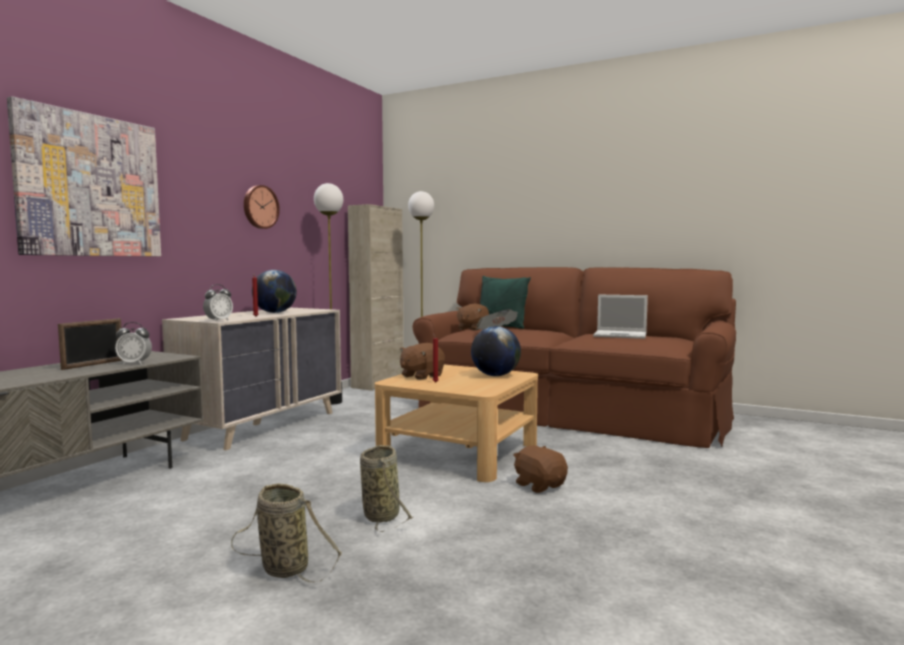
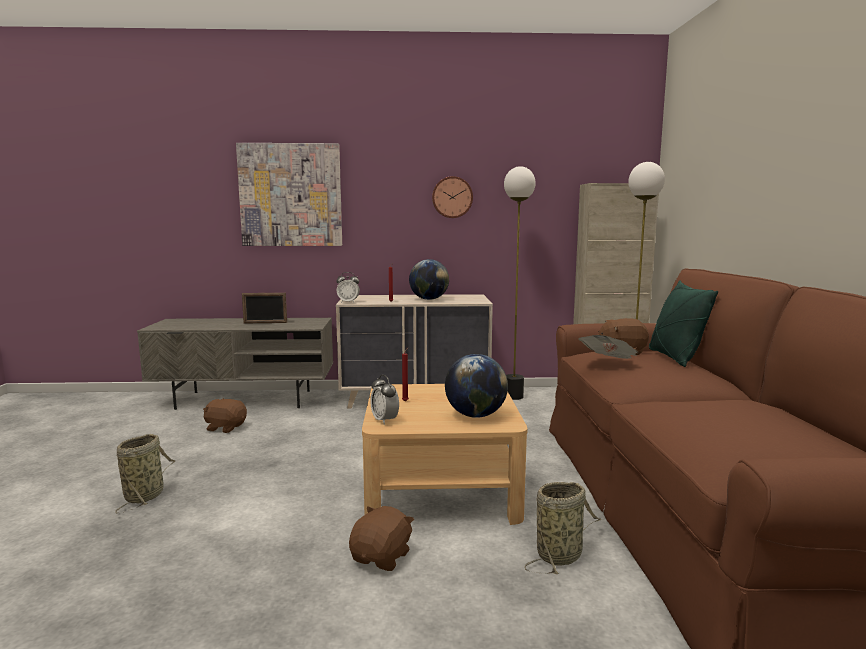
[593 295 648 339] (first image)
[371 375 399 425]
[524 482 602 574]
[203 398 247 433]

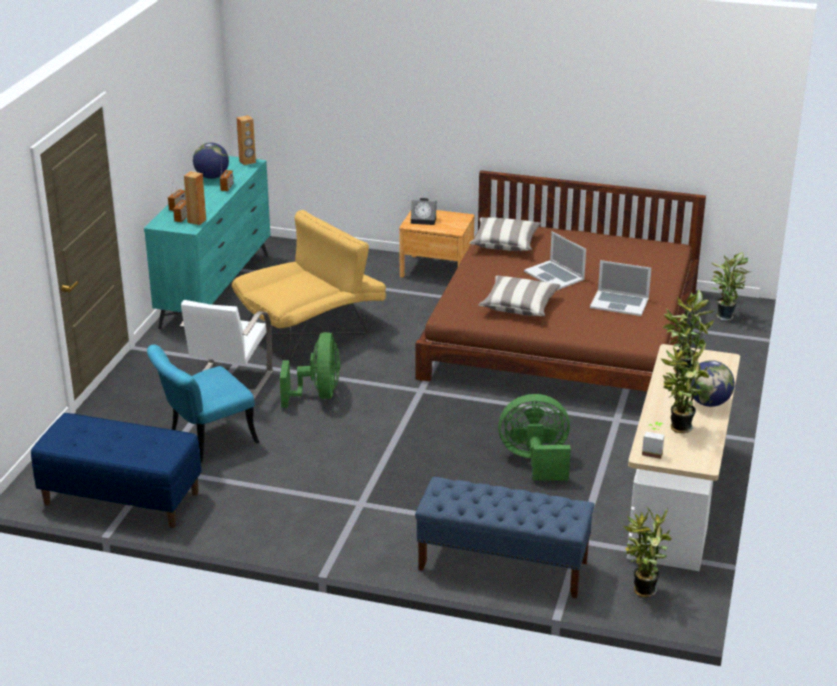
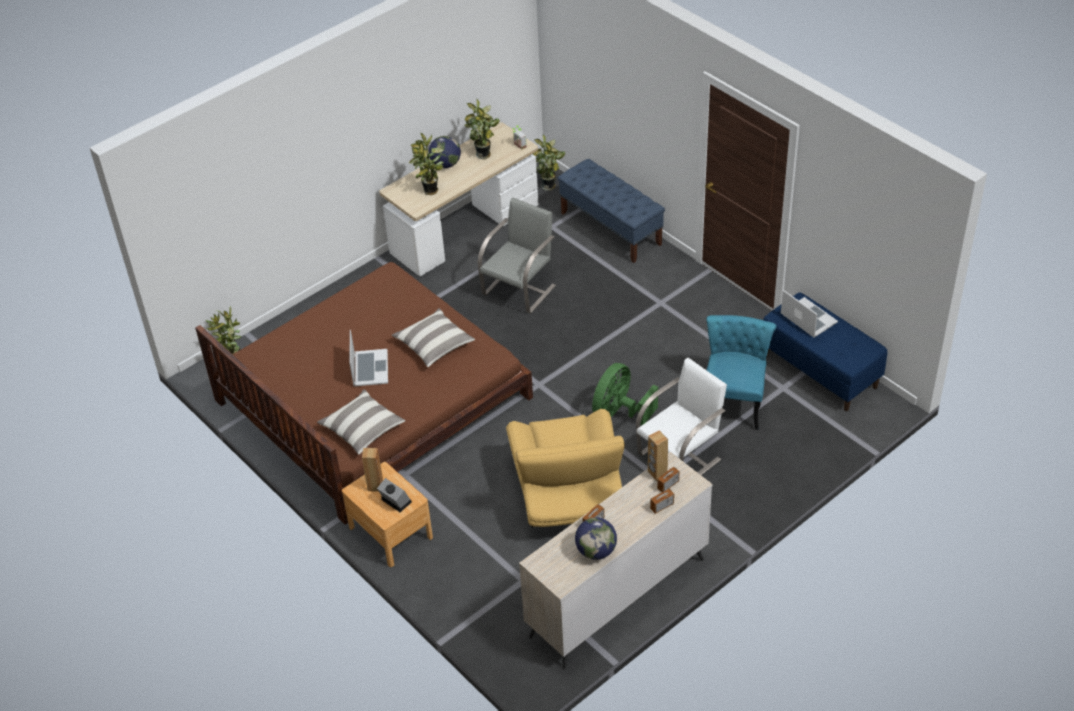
[362 448 383 492]
[781 290 838 338]
[478 198 556 314]
[519 452 713 669]
[707 315 776 430]
[506 409 625 528]

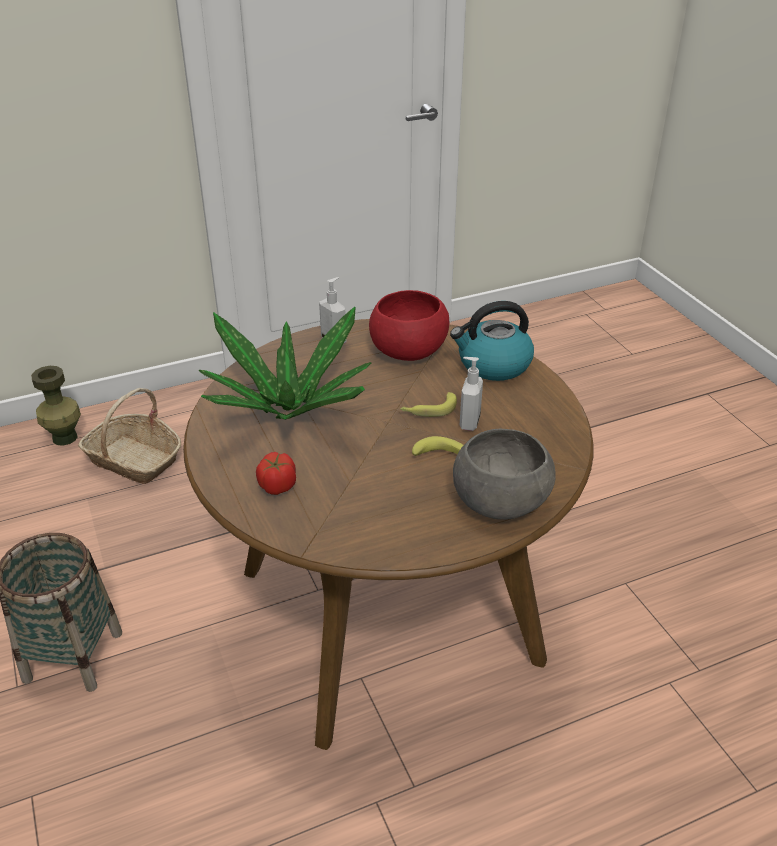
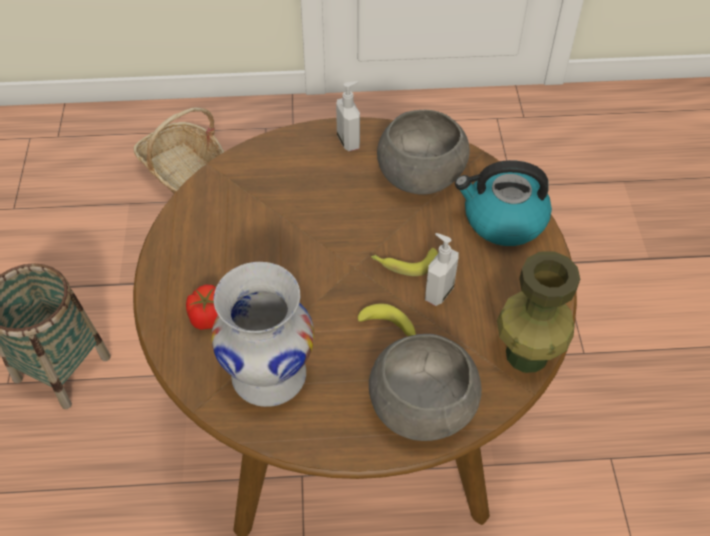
[198 307 371 420] (first image)
[211 262 314 407]
[497 251 580 373]
[377 110 470 195]

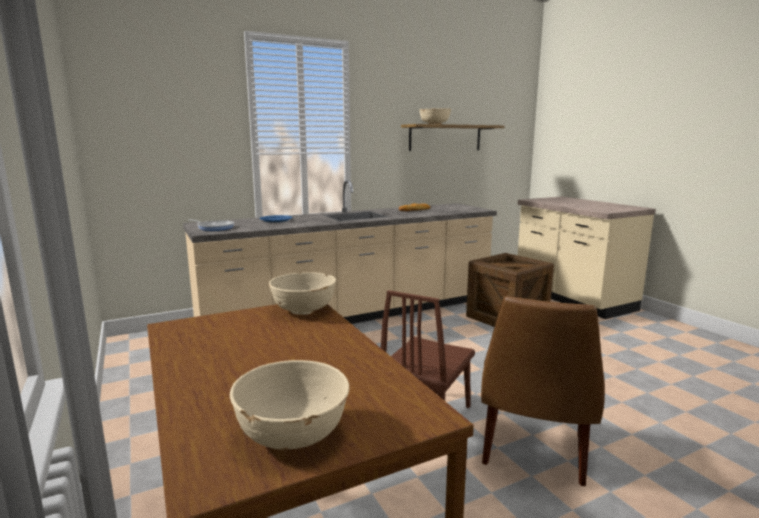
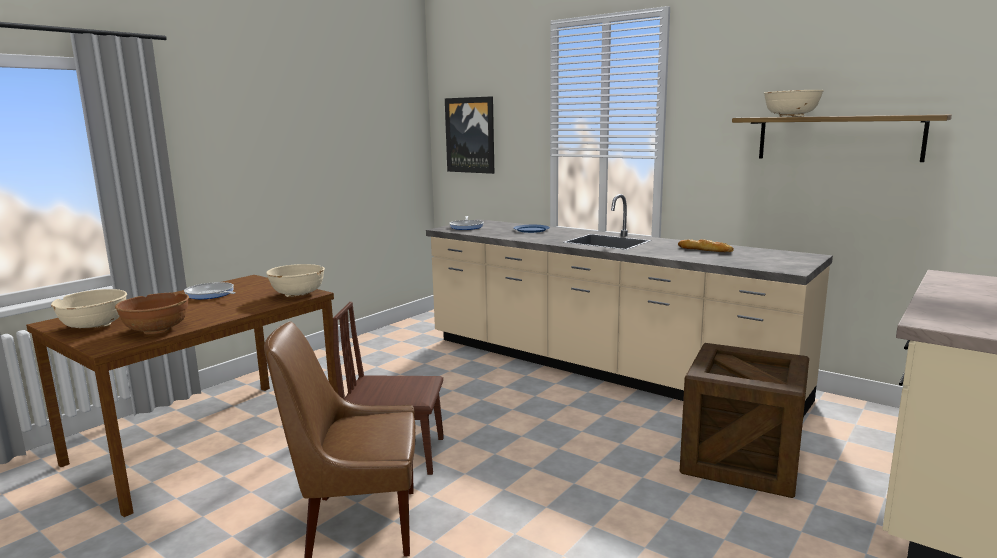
[115 293 189 334]
[184 282 236 299]
[445 96 494 174]

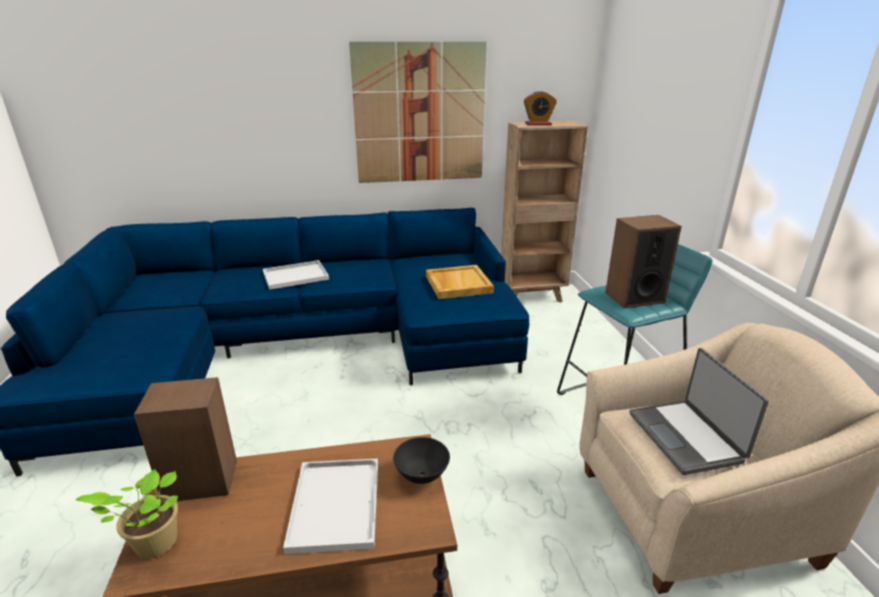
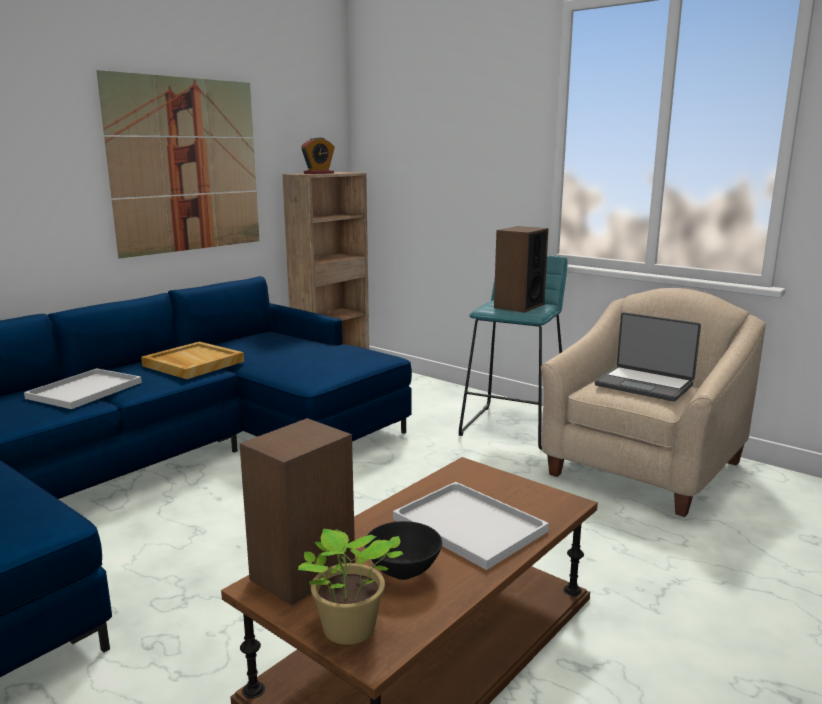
[365 521 442 580]
[141 342 244 379]

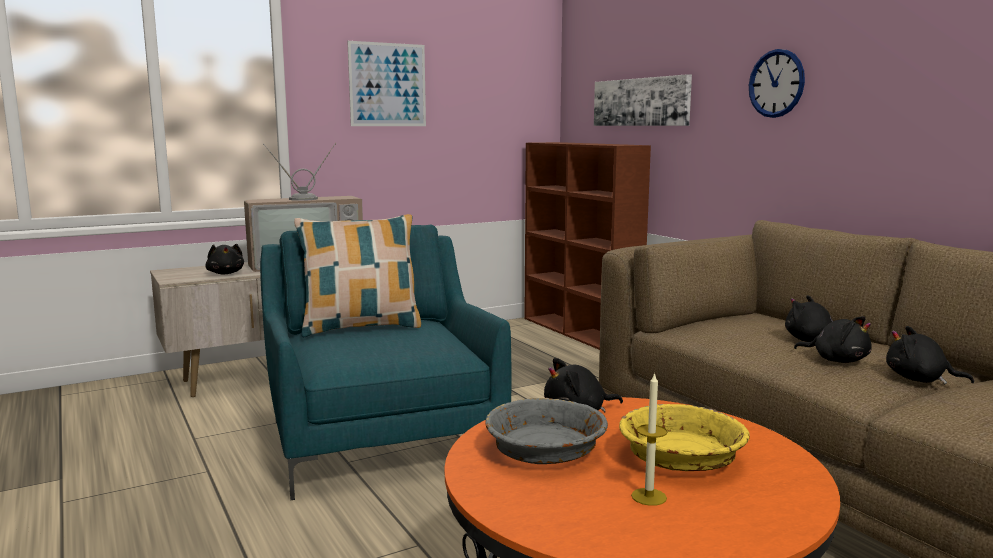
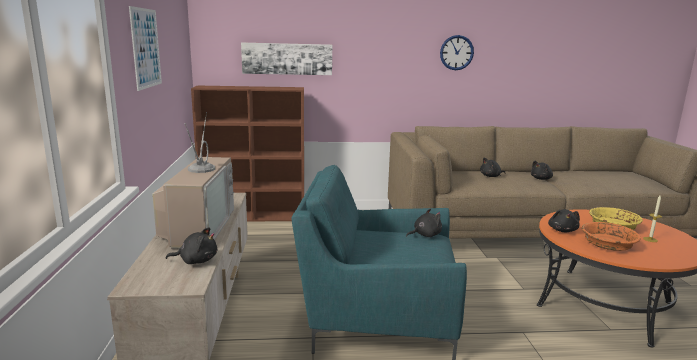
[294 214 421 337] (first image)
[440 35 474 70]
[406 209 442 237]
[582 222 641 251]

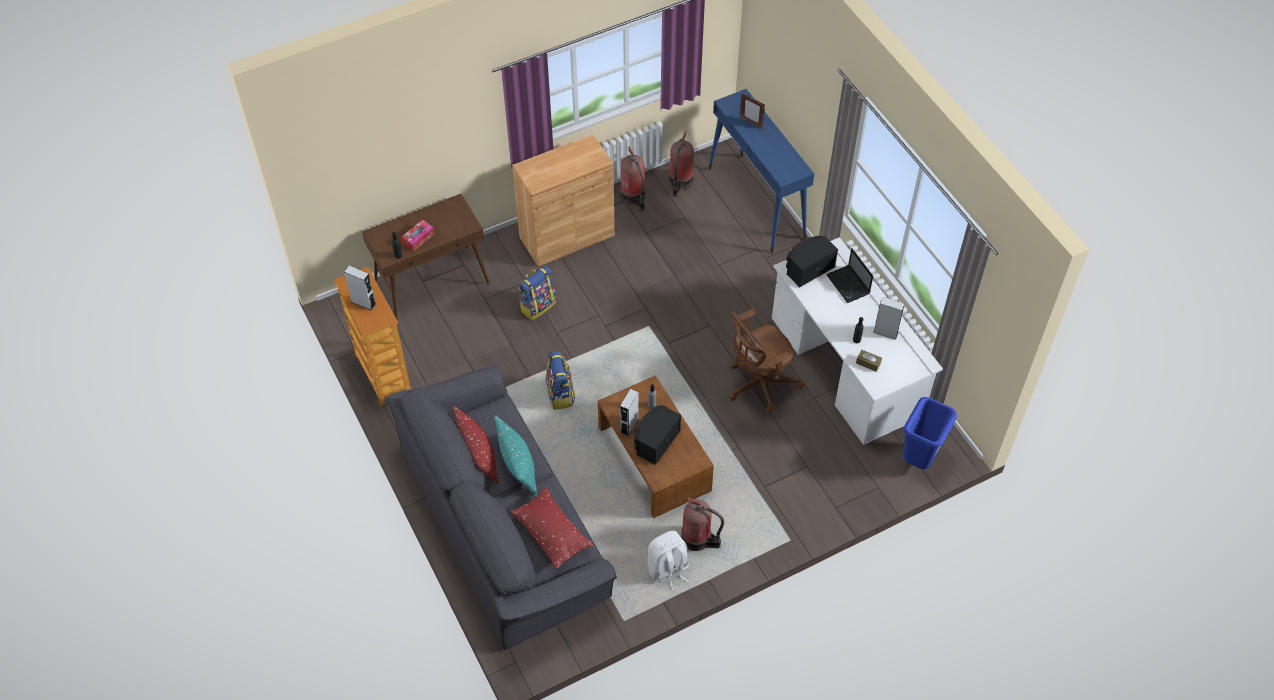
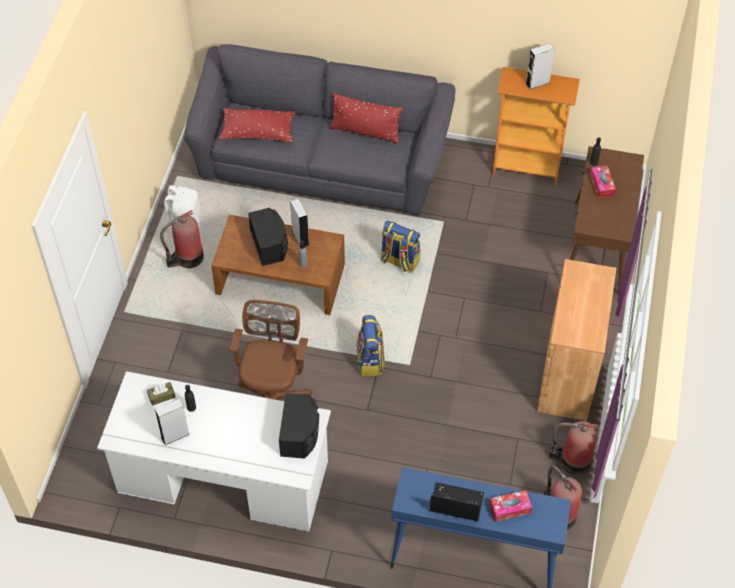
[494 415 537 496] (first image)
[903 397 957 469] (first image)
[356 315 385 376]
[430 482 484 521]
[489 490 532 521]

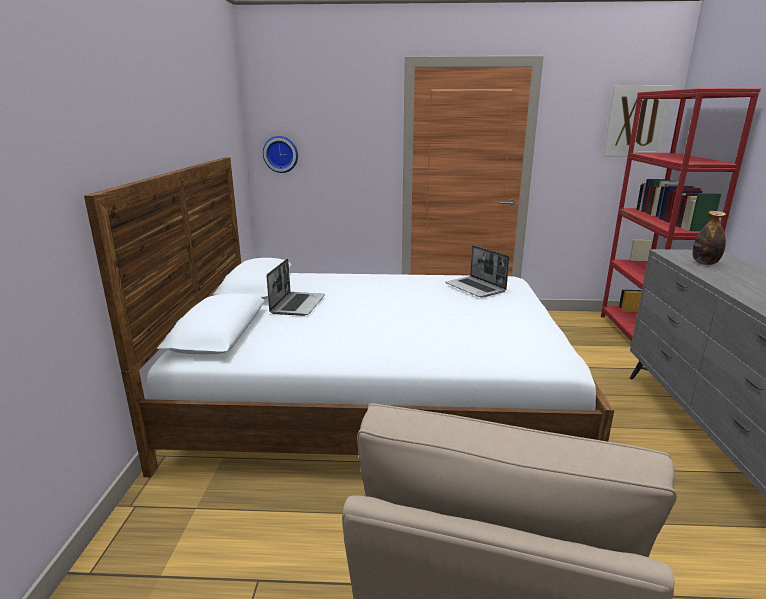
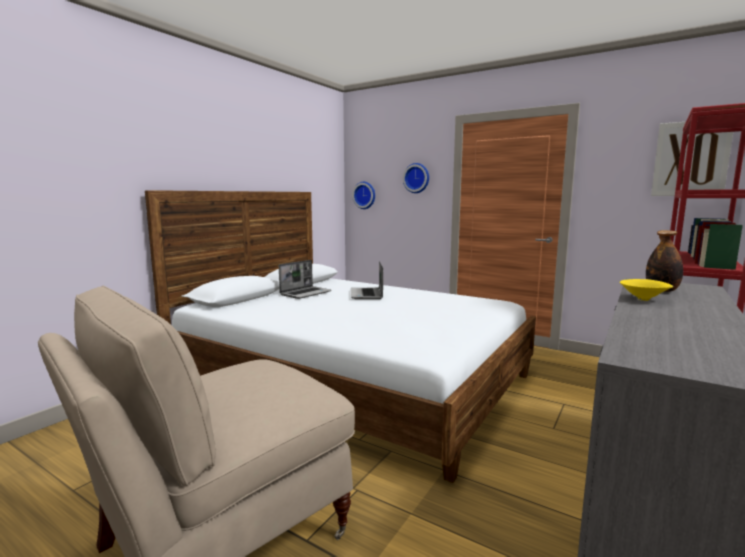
[403 163 429 193]
[620 279 673 301]
[351 261 383 299]

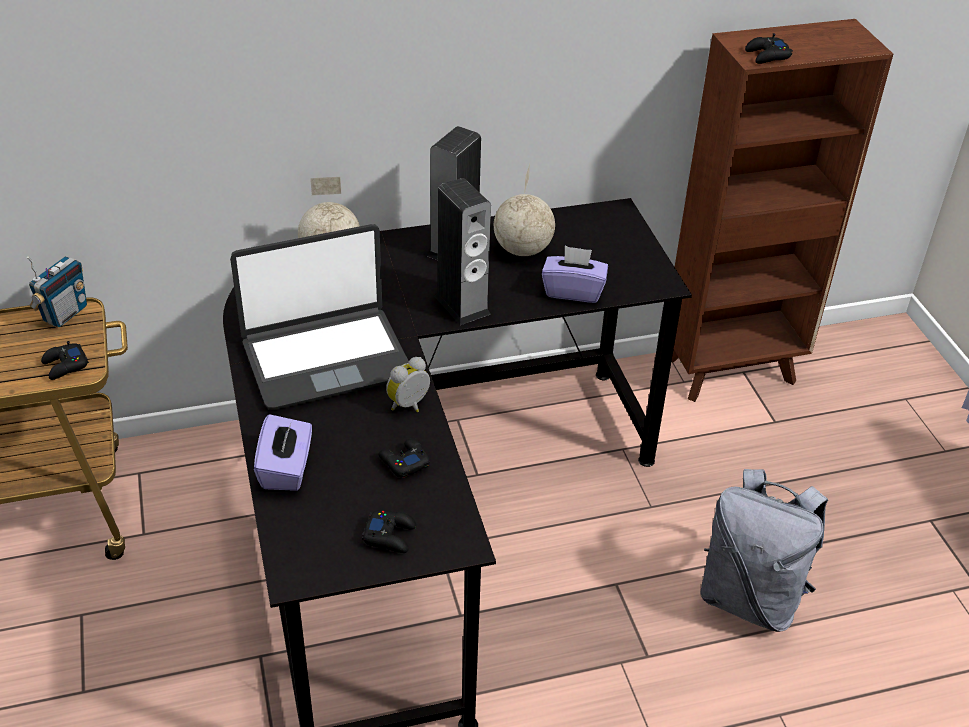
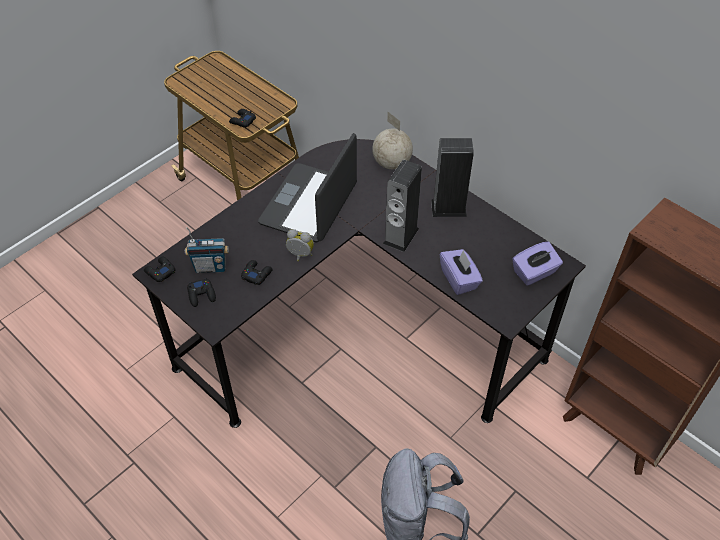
[494 164 555 256] (first image)
[185 227 229 273]
[512 241 563 286]
[144 257 175 282]
[258 133 357 242]

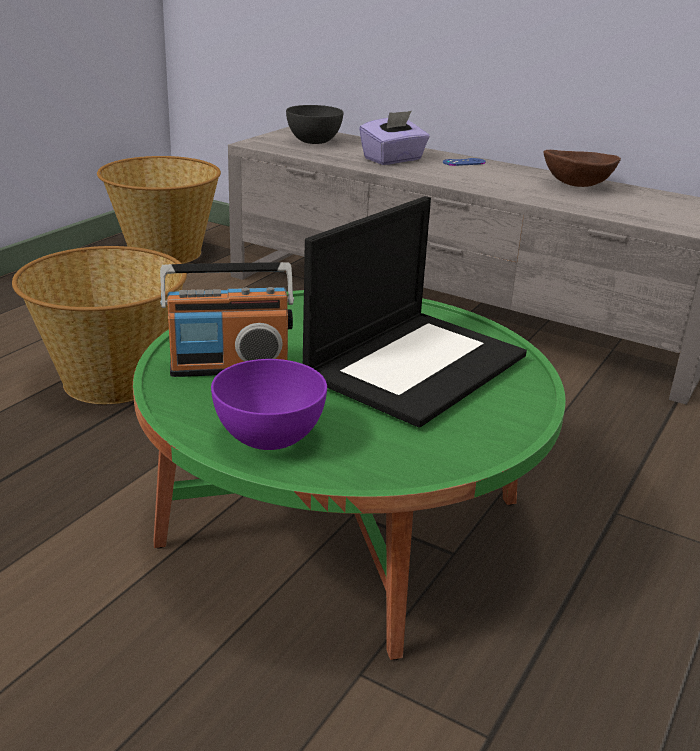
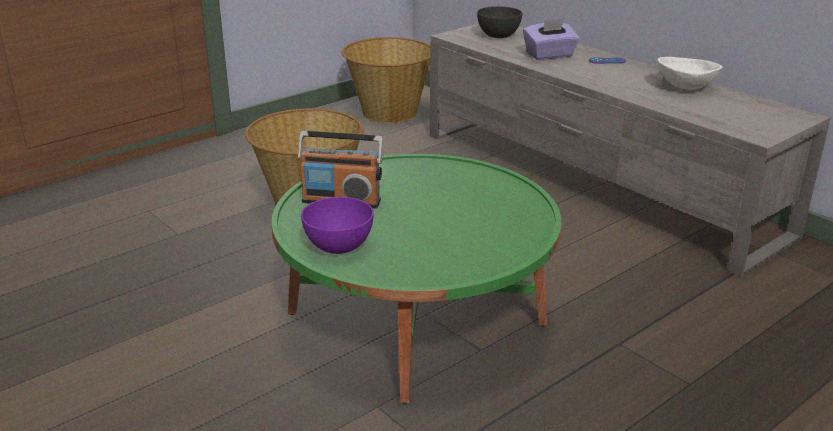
[303 196 527 428] (first image)
[657 57 723 89]

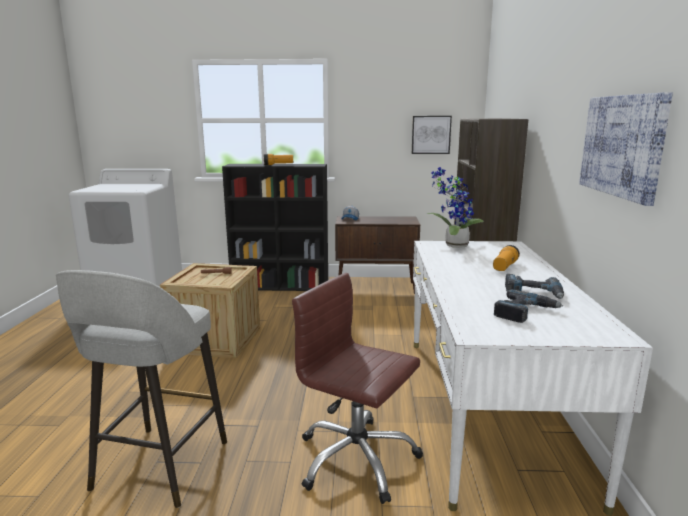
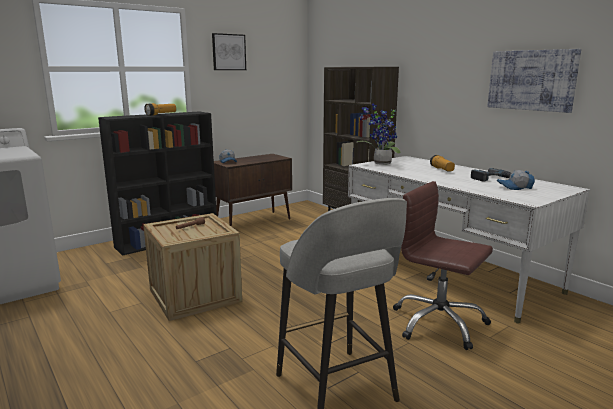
[212 33 246 70]
[497 170 535 190]
[393 181 493 350]

